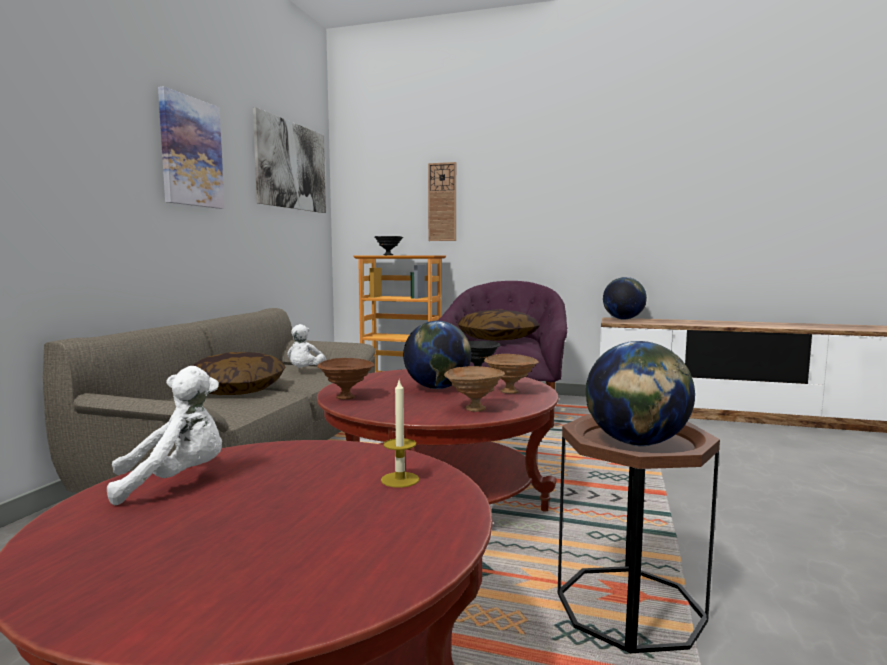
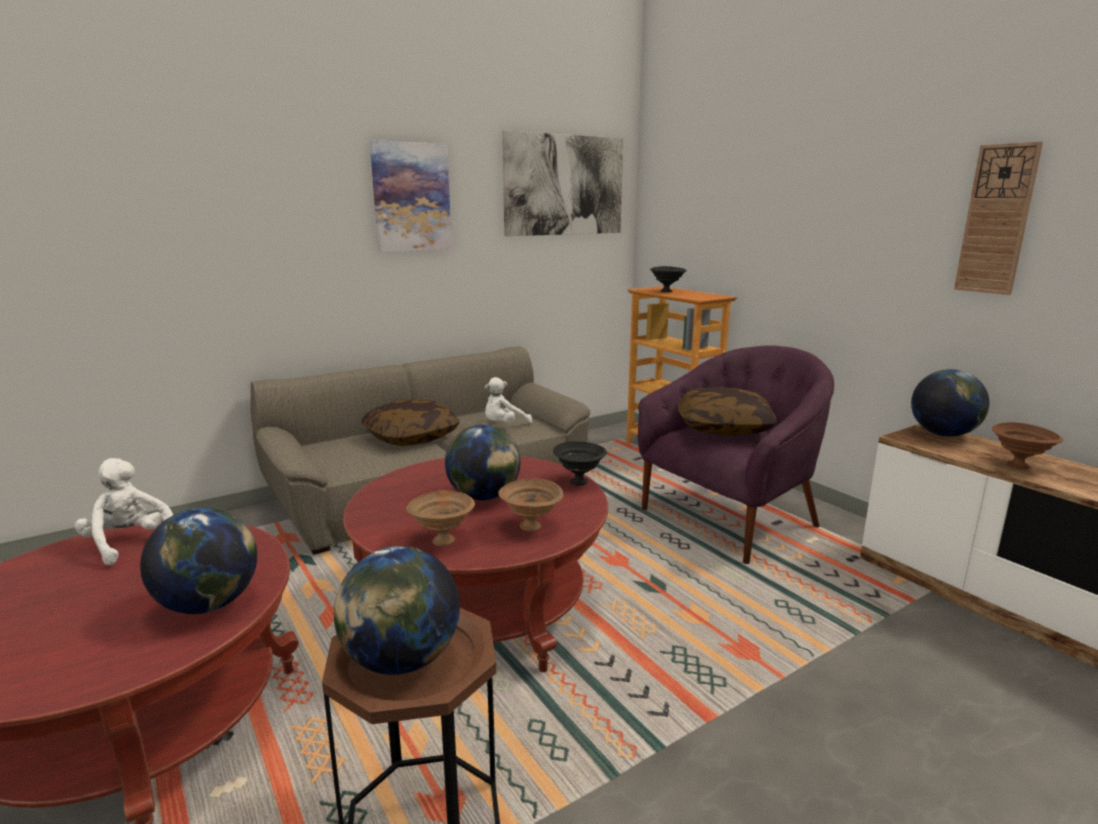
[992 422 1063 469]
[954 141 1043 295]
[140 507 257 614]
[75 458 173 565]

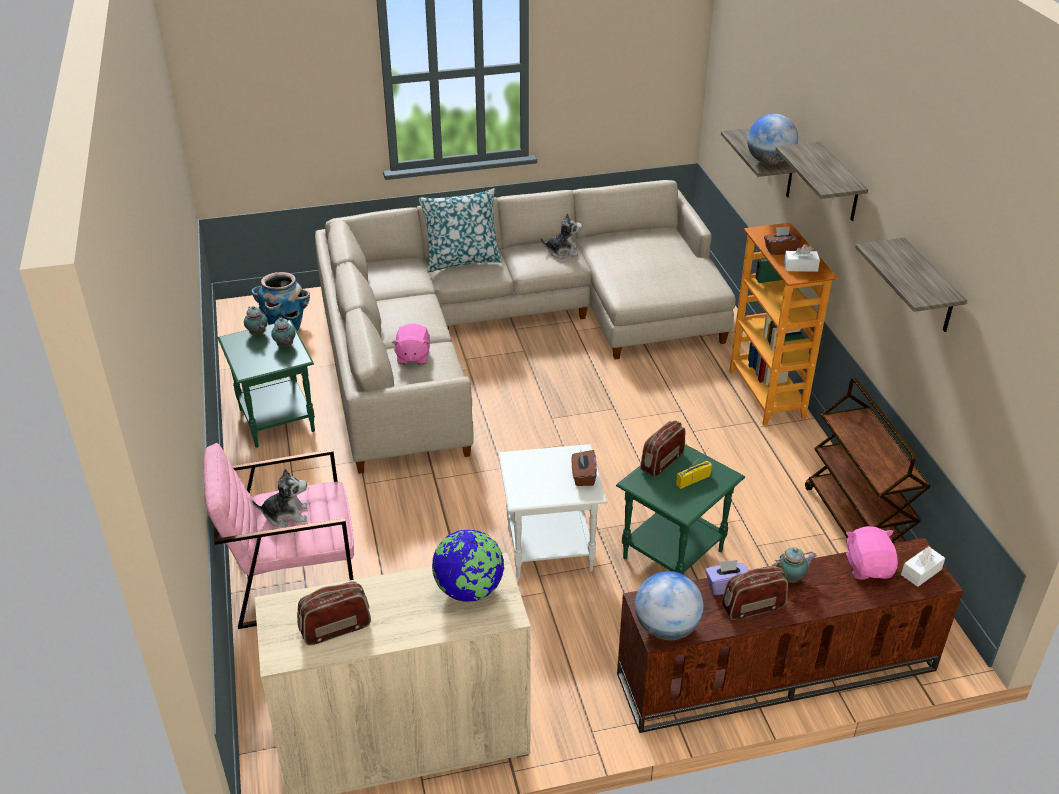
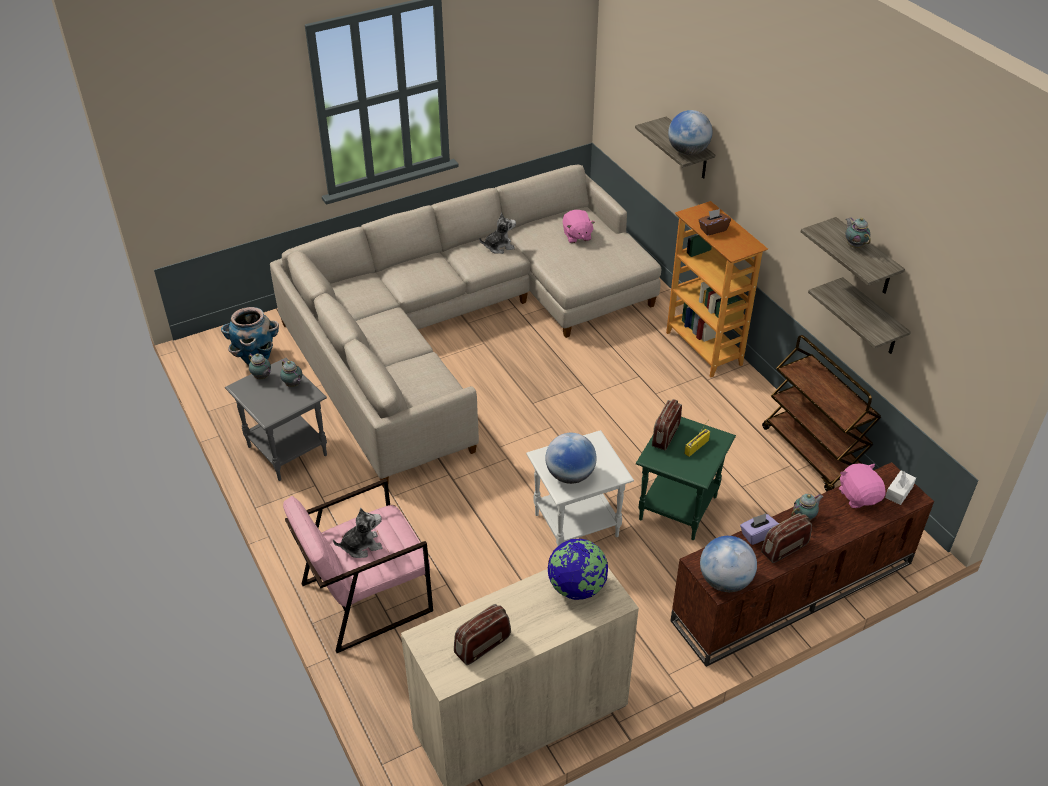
[419 188 502 272] (first image)
[572 450 597 486] (first image)
[784 244 820 272] (first image)
[545 433 597 484]
[845 217 871 248]
[563 210 595 243]
[808 277 911 354]
[225 358 327 481]

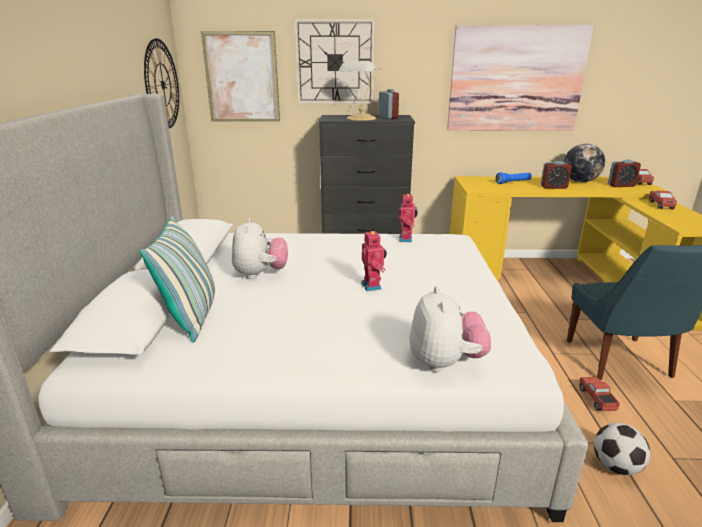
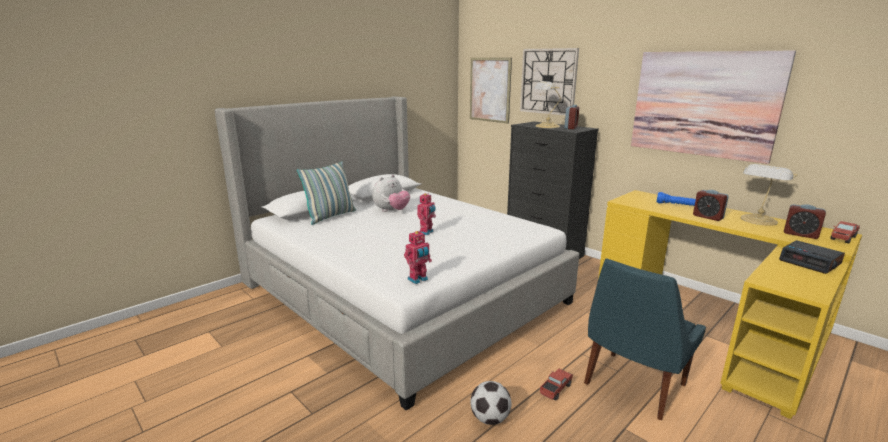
[144 38 179 128] (first image)
[409 286 491 372] (first image)
[404 231 432 284]
[741 164 798 226]
[779 240 845 274]

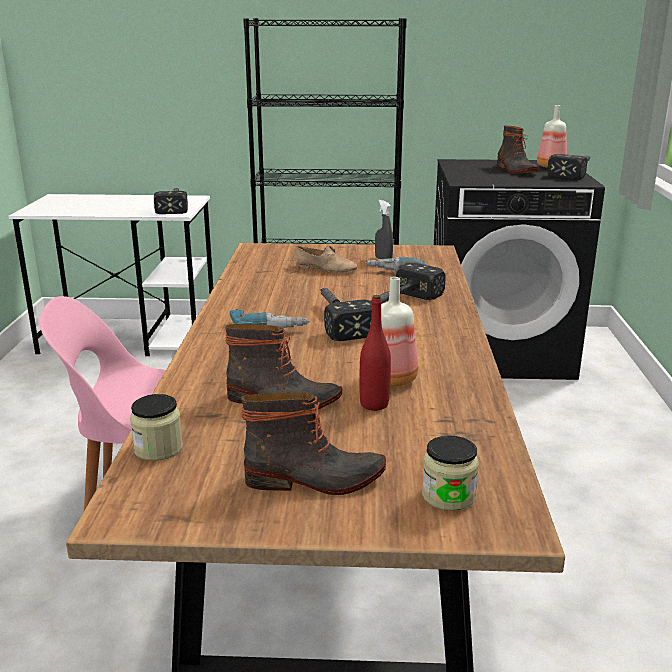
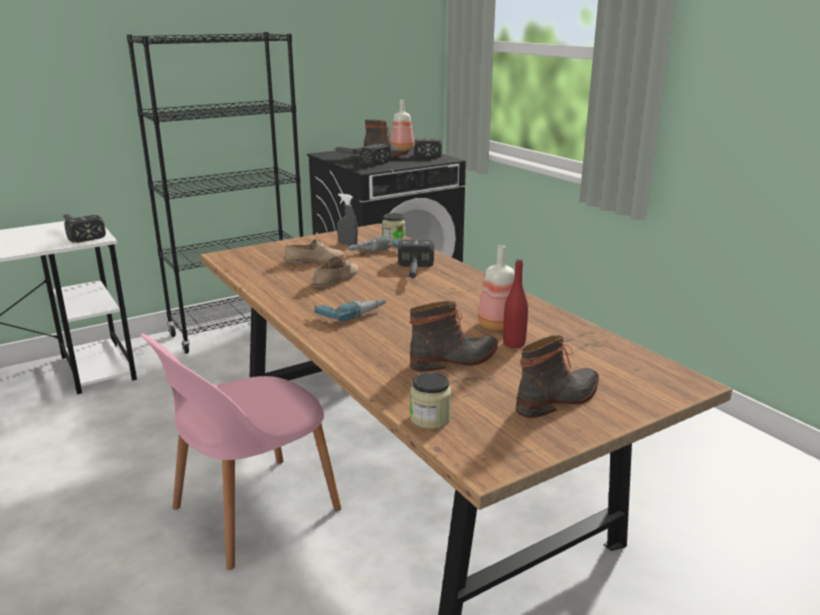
[312 256 359 287]
[334 144 391 166]
[382 213 405 241]

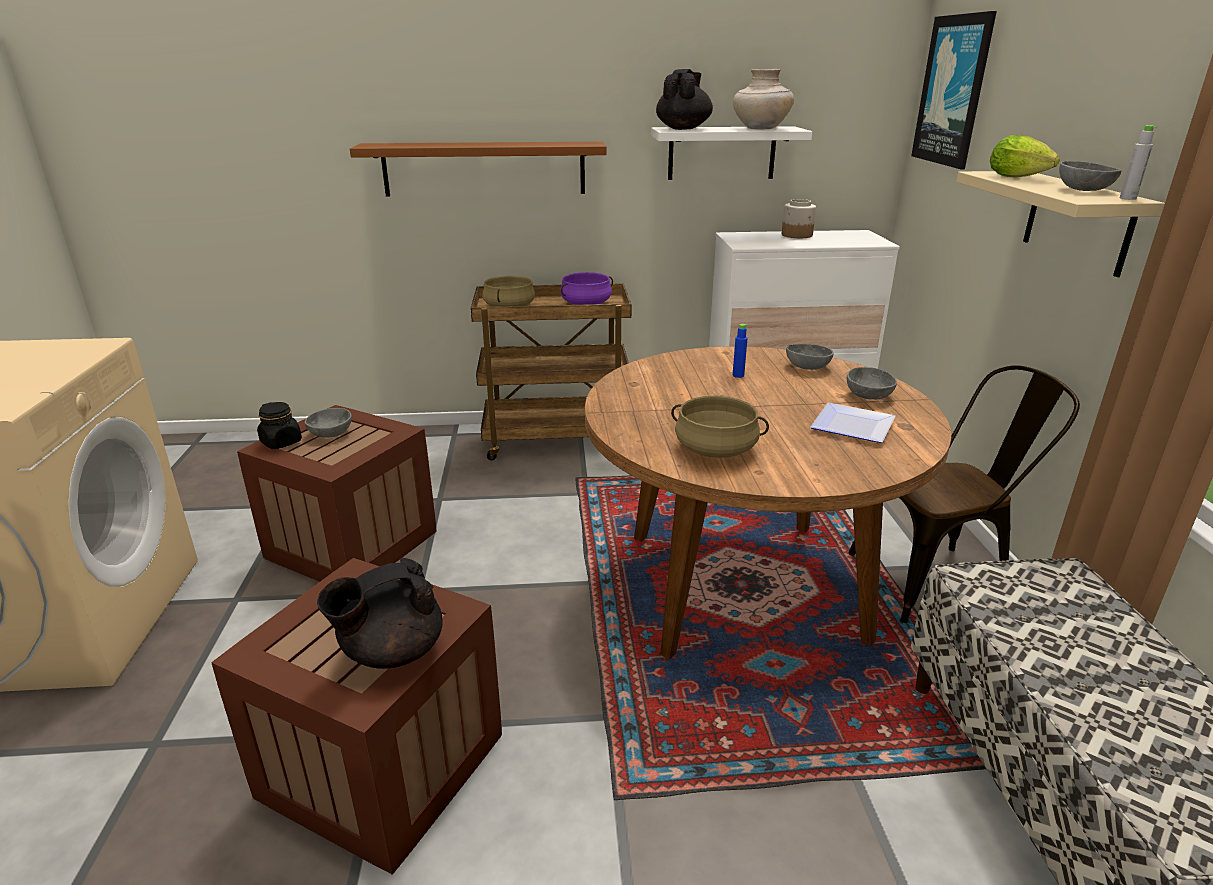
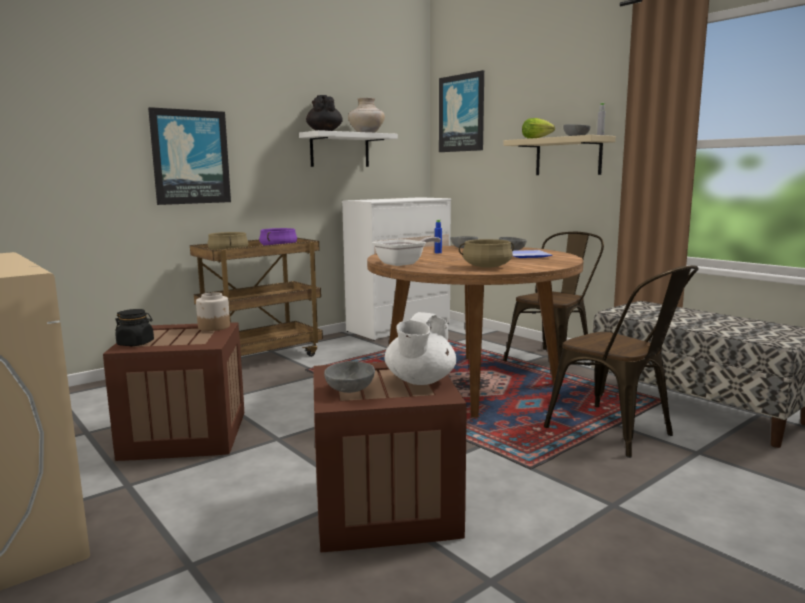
[372 237 441 266]
[544 265 698 458]
[324 361 375 393]
[196 292 230 331]
[148 107 231 205]
[384 312 456 385]

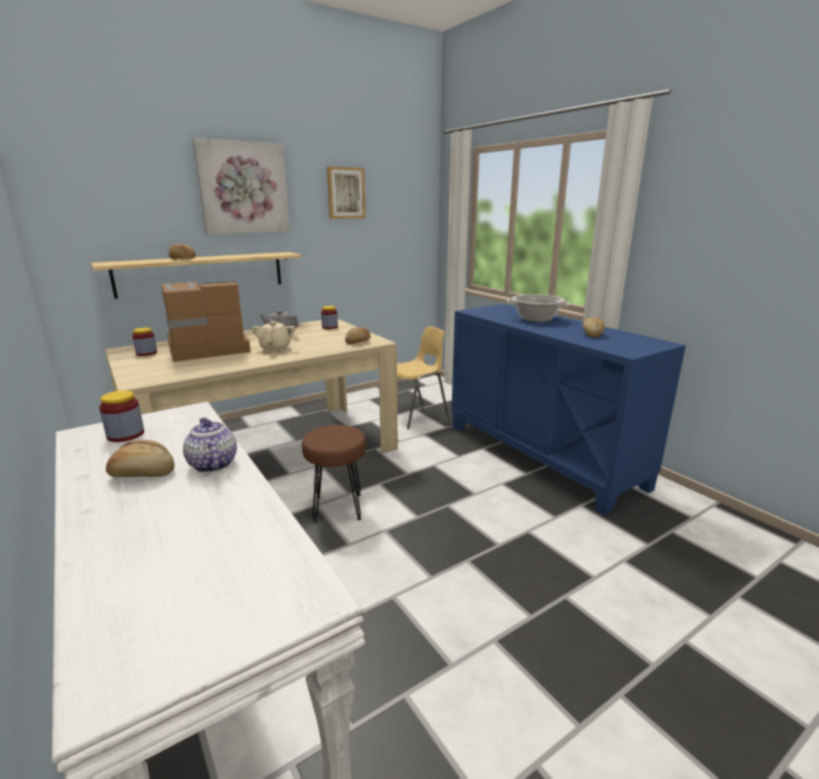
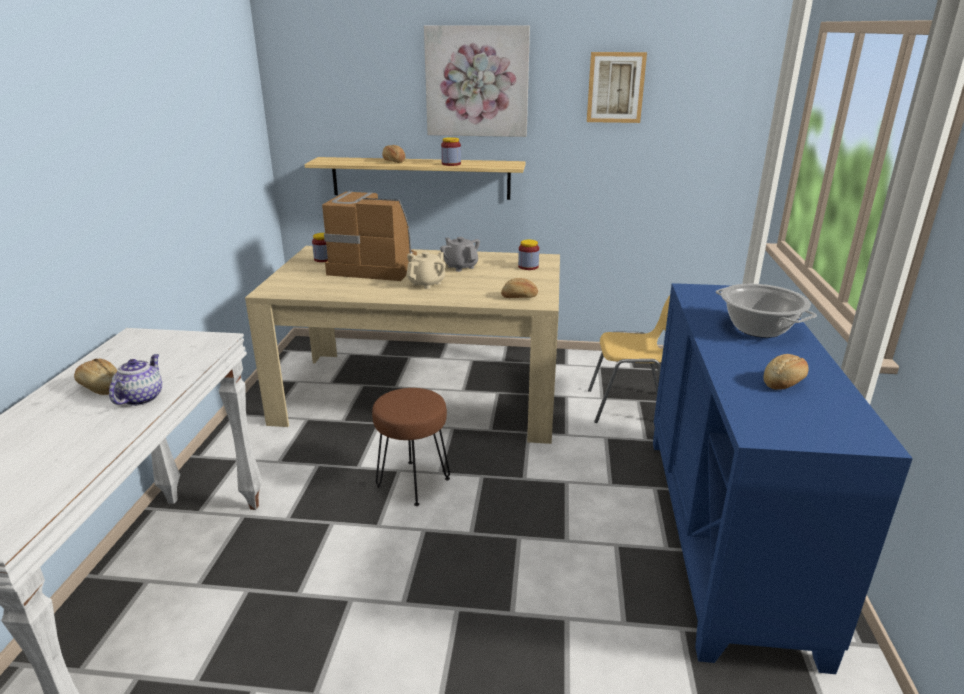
[441 137 461 166]

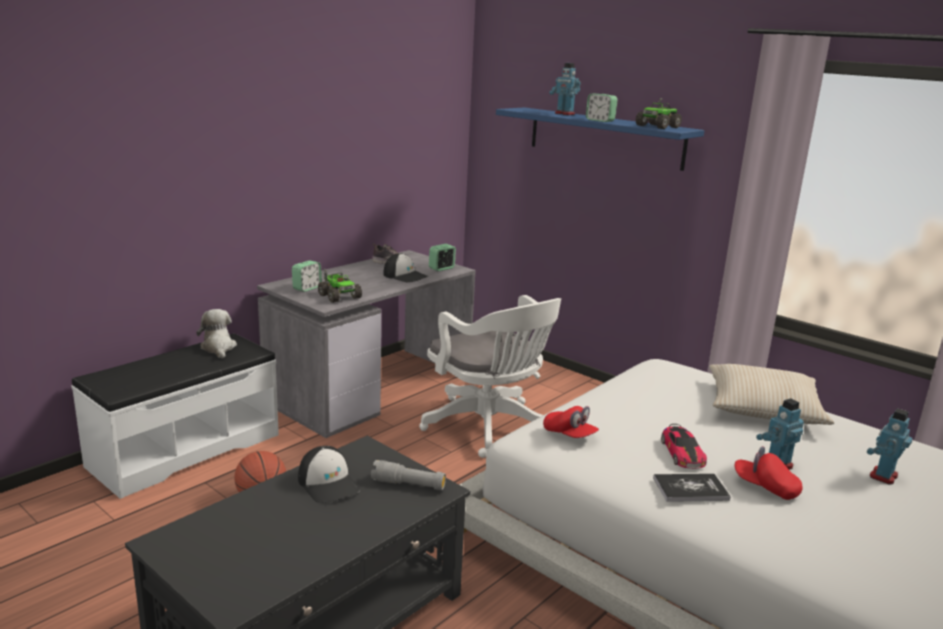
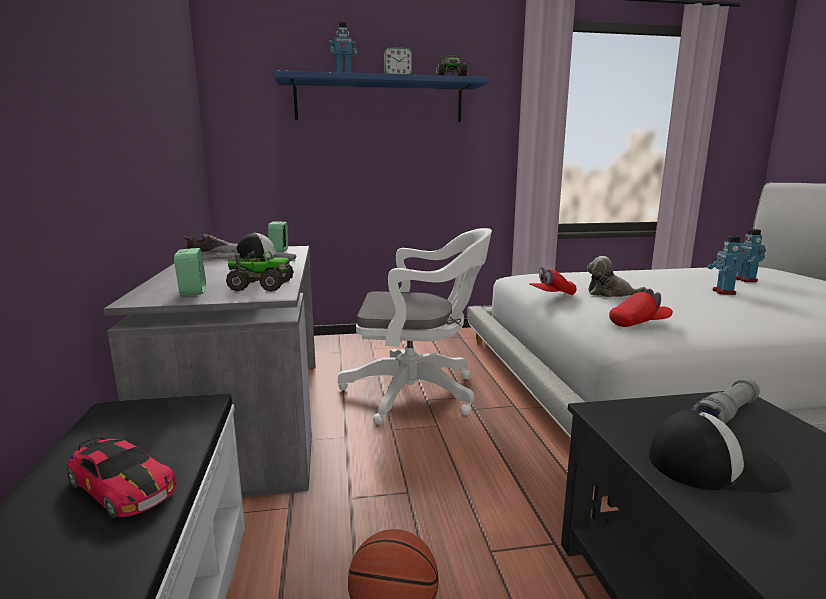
[653 474 731 502] (first image)
[709 364 834 425] (first image)
[587 256 647 297]
[67 437 176 518]
[529 267 577 295]

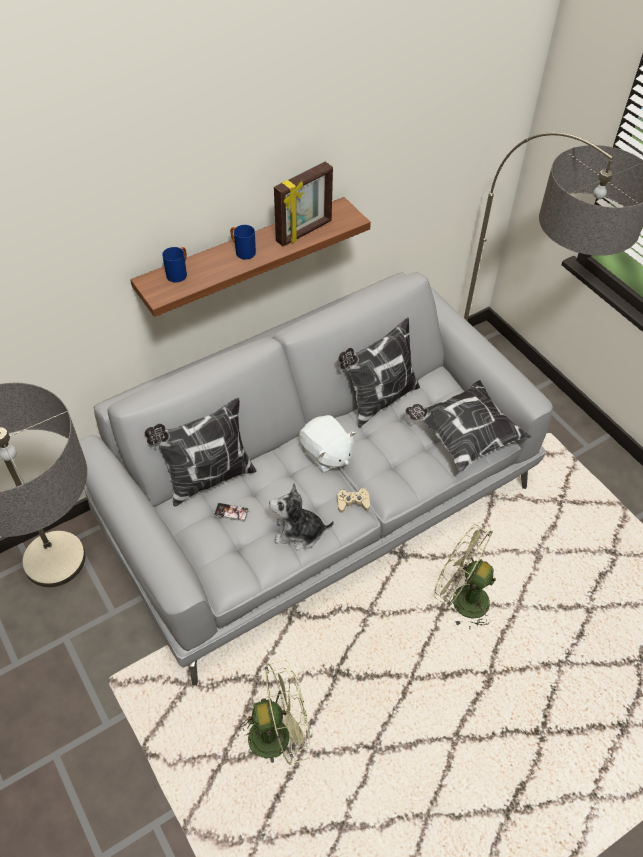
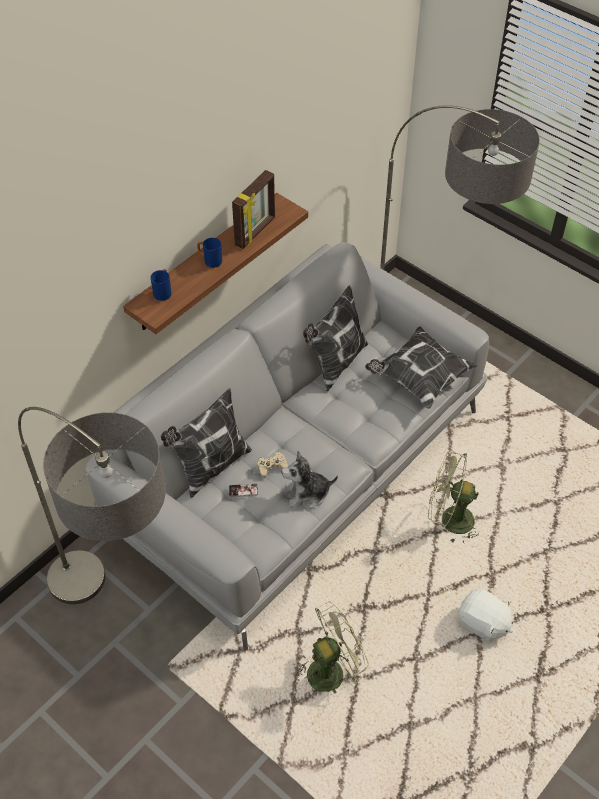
[458 589 513 644]
[258 452 288 478]

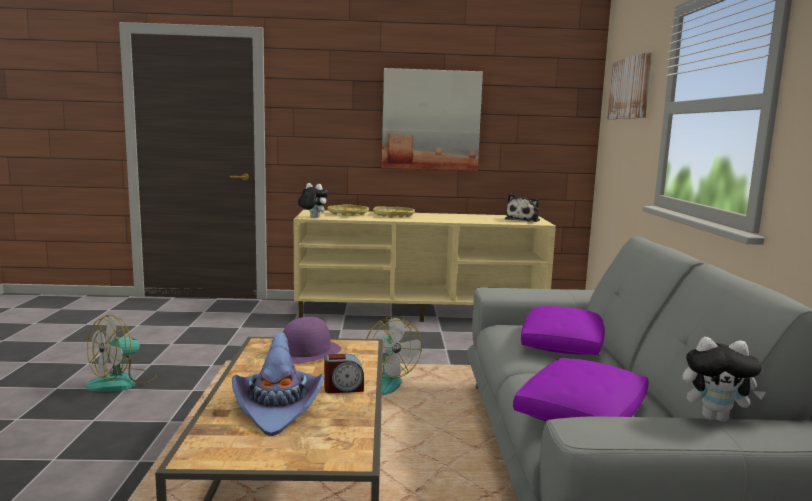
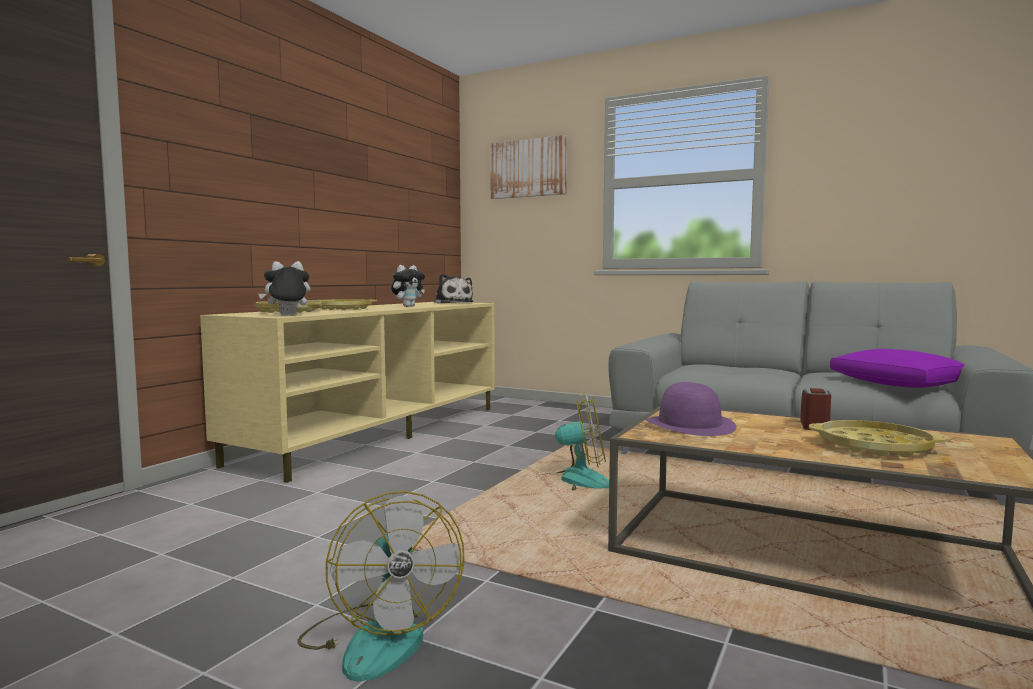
[382 68 483 171] (first image)
[521 306 605 355] (first image)
[391 265 425 307]
[809 420 948 458]

